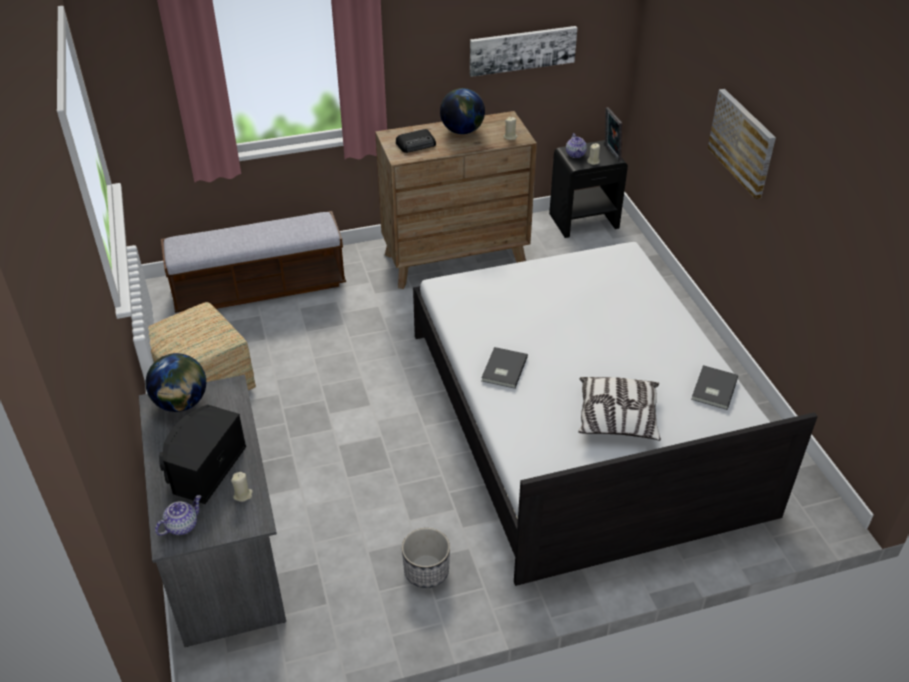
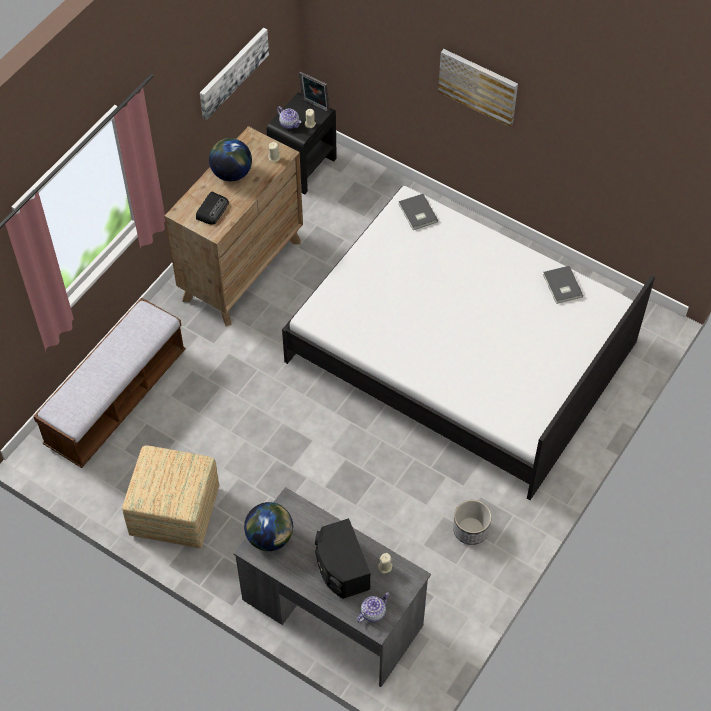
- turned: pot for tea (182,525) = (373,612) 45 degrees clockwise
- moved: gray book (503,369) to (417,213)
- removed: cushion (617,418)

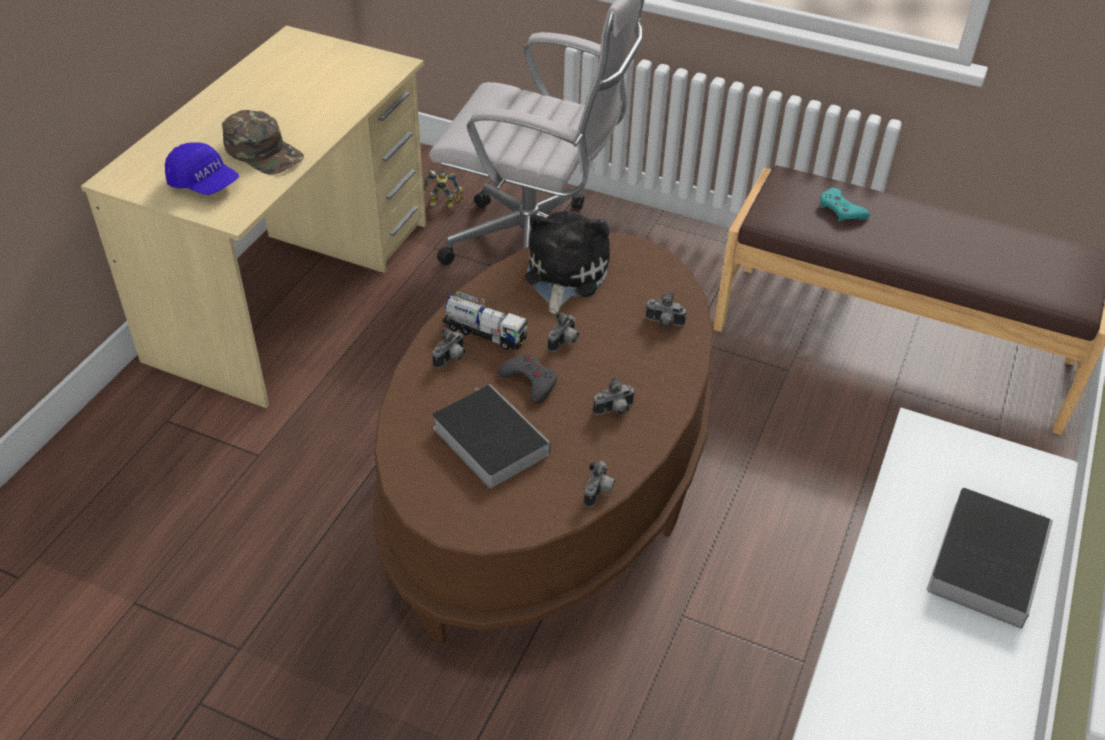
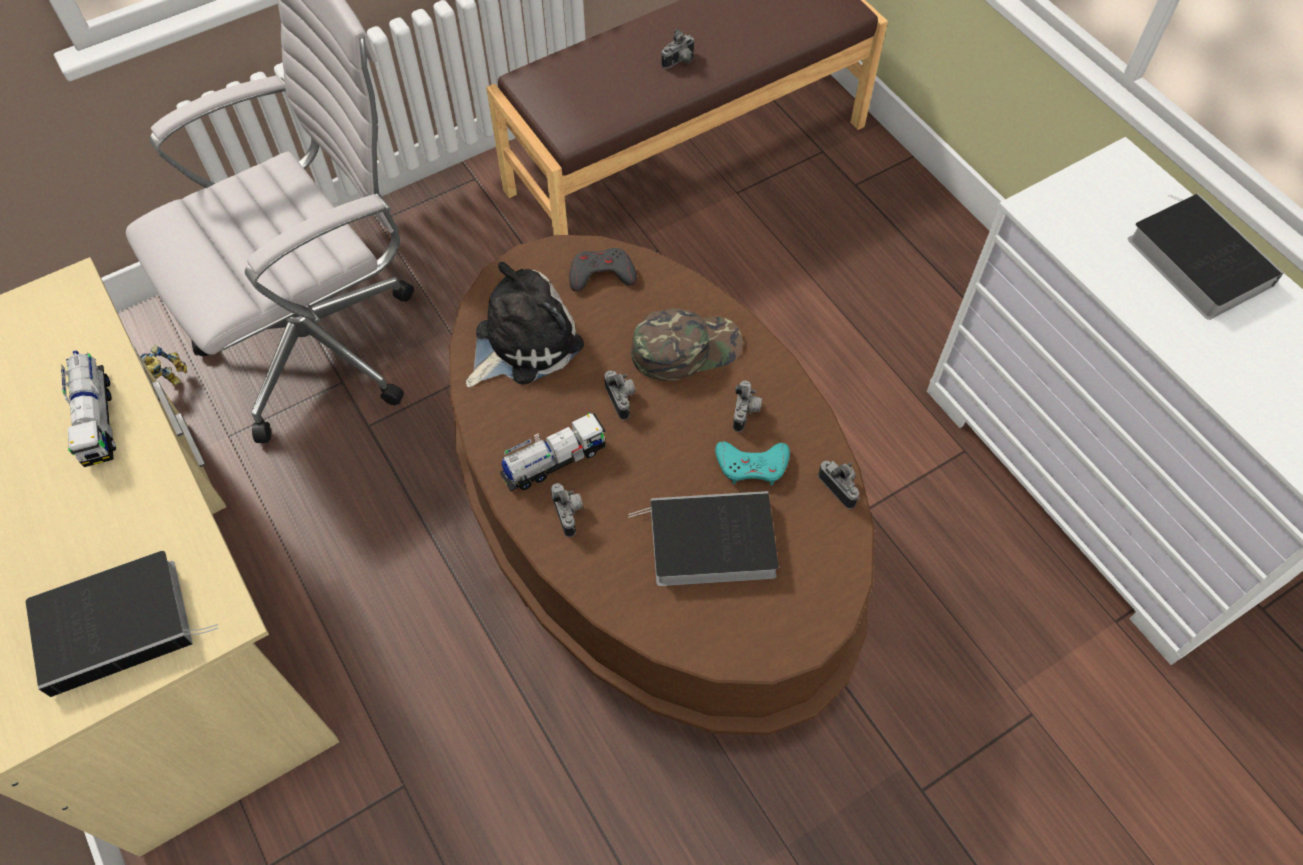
- replaced: bluish peaked cap (204,184) to book (119,623)
- added: model truck (97,419)
- turned: cuddly toy (564,275) = (522,342) 90 degrees clockwise
- moved: gray gamepad (529,381) to (601,274)
- moved: greenish peaked cap (264,152) to (686,348)
- moved: photo camera (664,323) to (680,62)
- moved: turquoise gamepad (841,210) to (752,465)

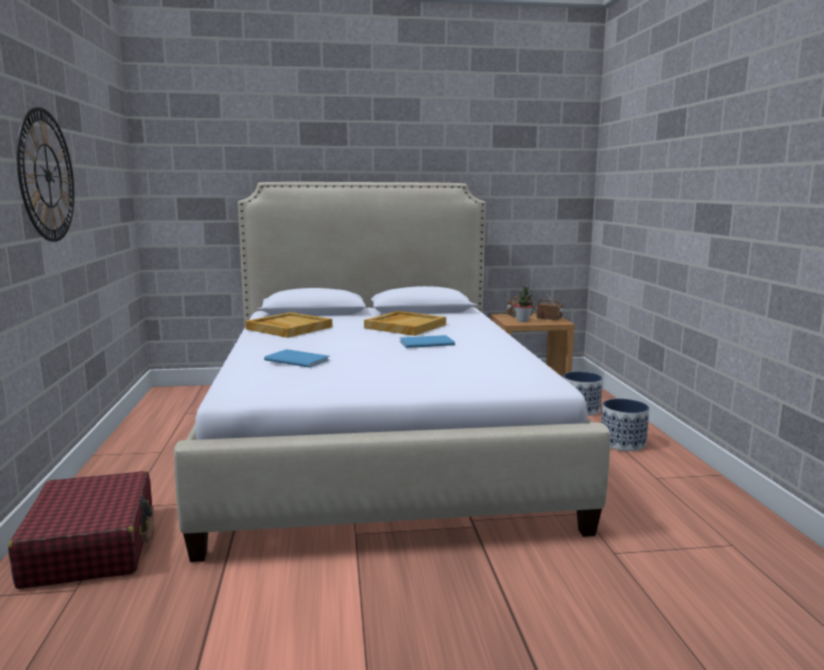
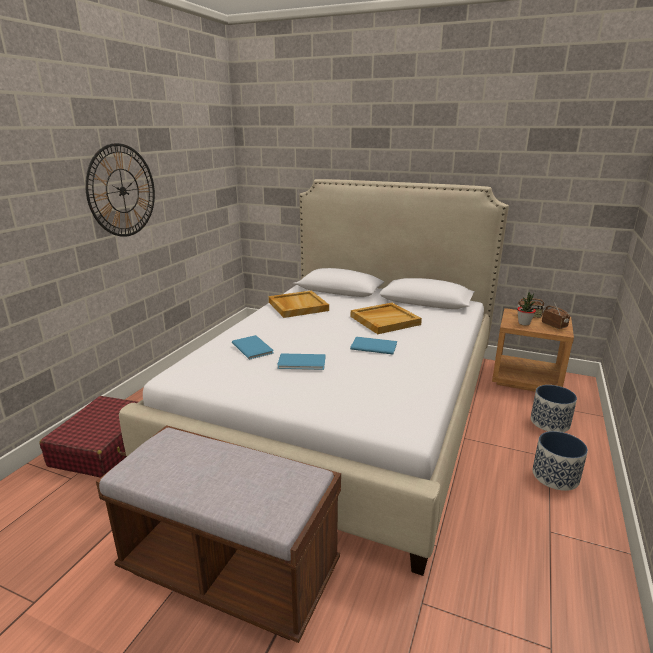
- added: brownish long seat (230,571)
- added: bluish book (303,363)

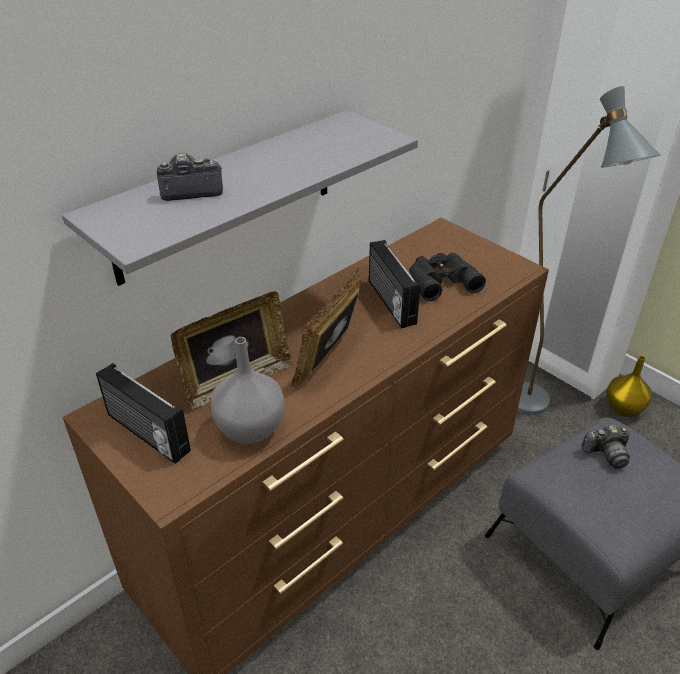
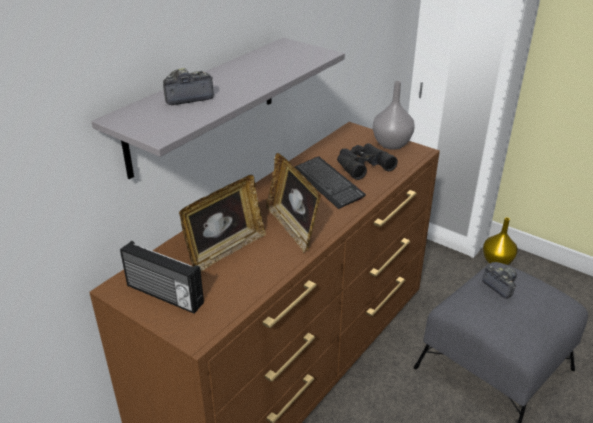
- turned: picture frame (328,359) = (293,228) 45 degrees counterclockwise
- replaced: radio receiver (390,302) to PC keyboard (328,183)
- moved: gray vase (251,428) to (391,144)
- turned: photo camera (606,453) = (500,286) 105 degrees counterclockwise
- removed: gray standard lamp (537,410)

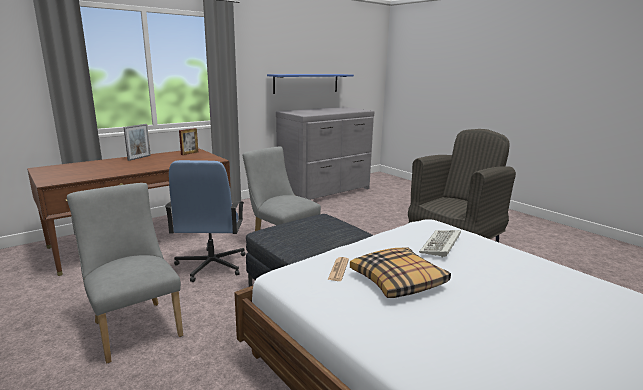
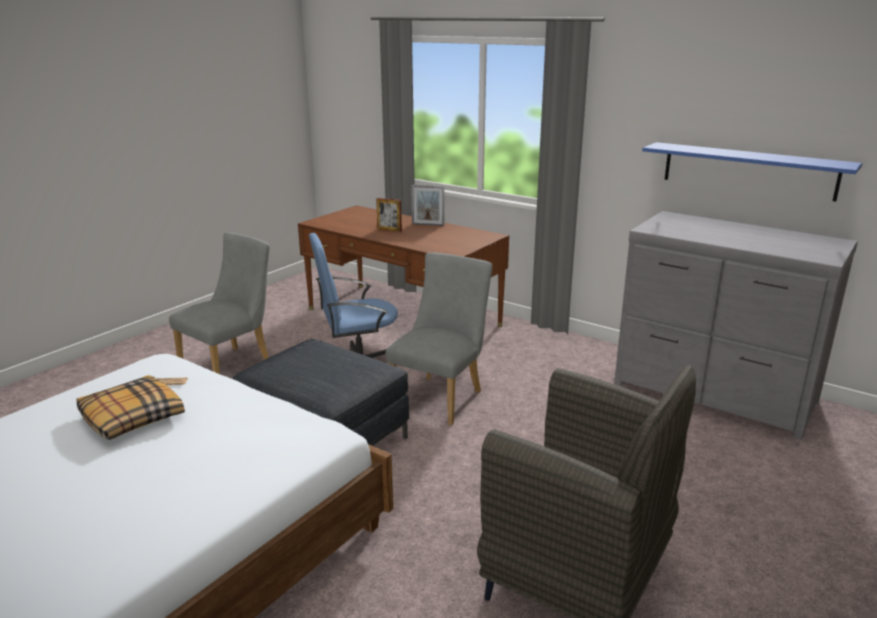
- moved: picture frame (189,153) to (389,230)
- removed: PC keyboard (441,245)

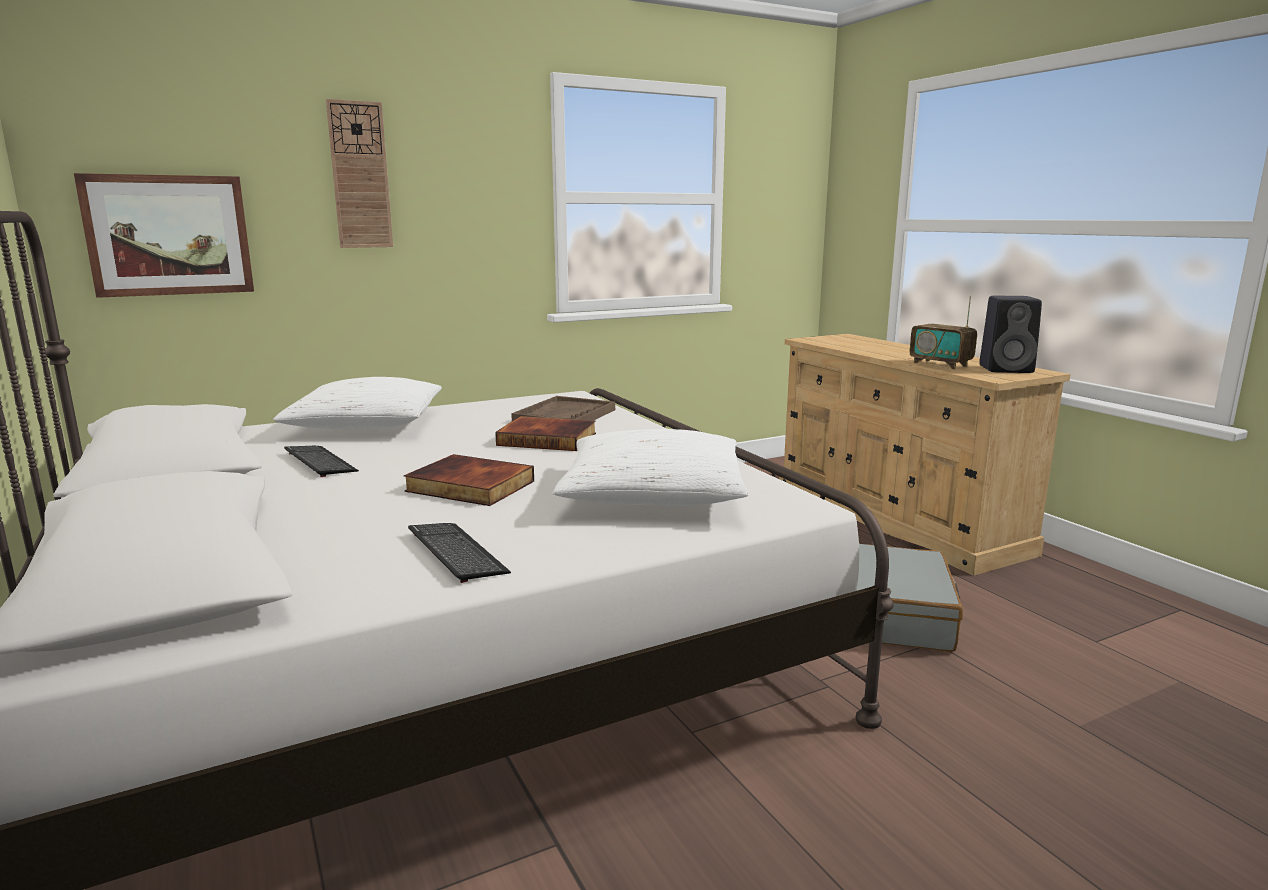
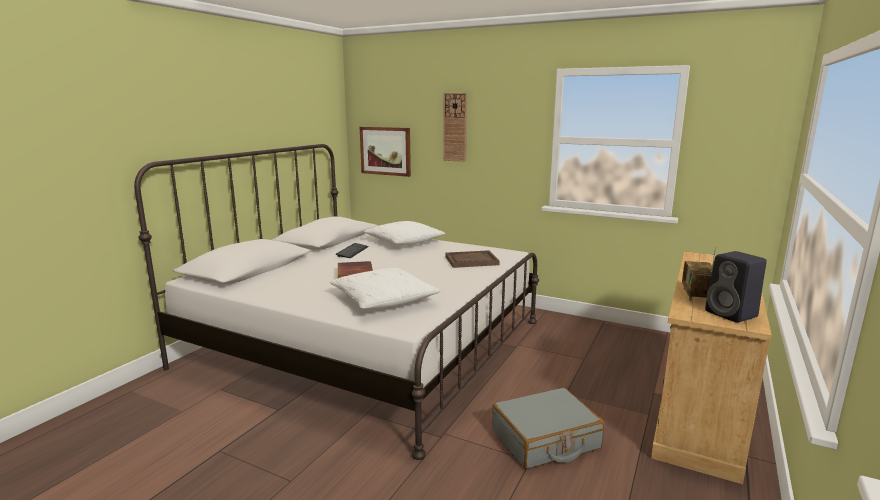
- removed: PC keyboard (456,553)
- removed: book (548,439)

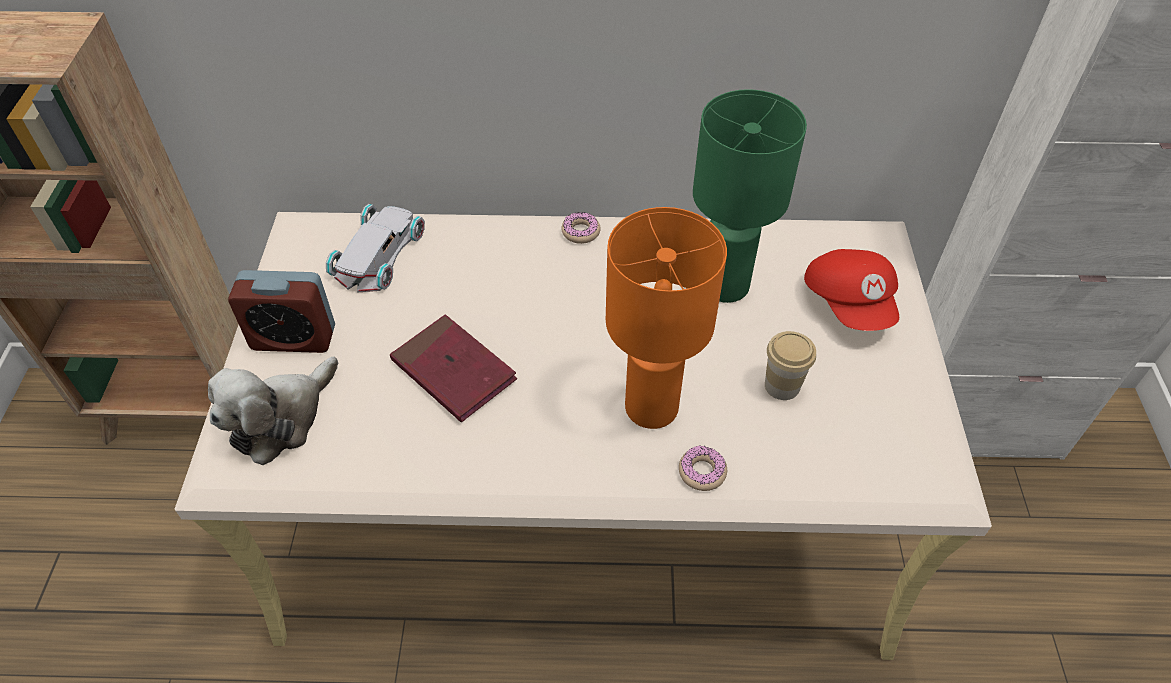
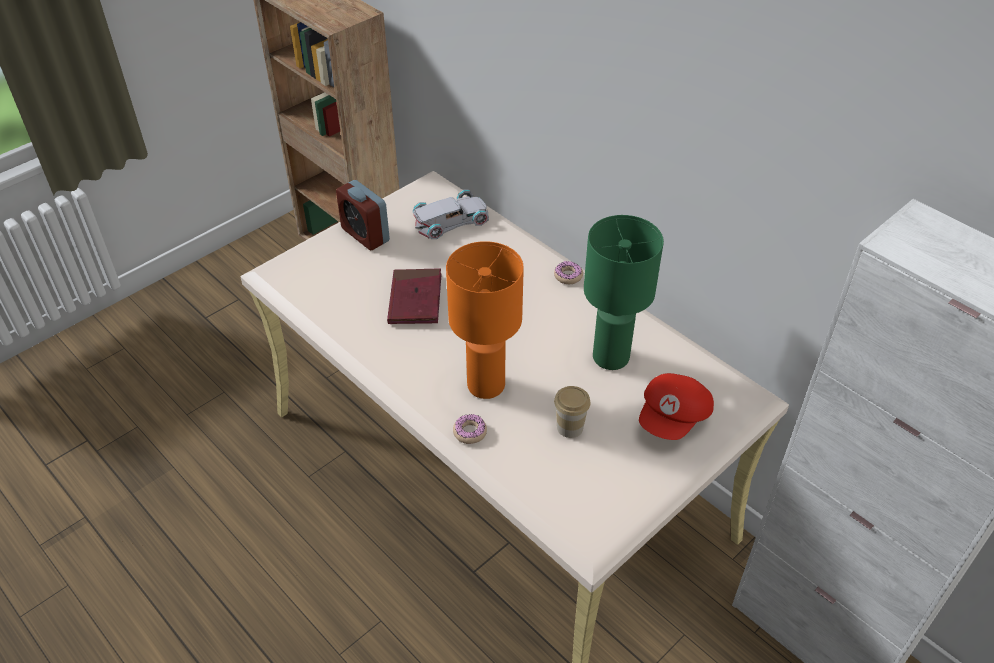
- removed: cuddly toy (281,419)

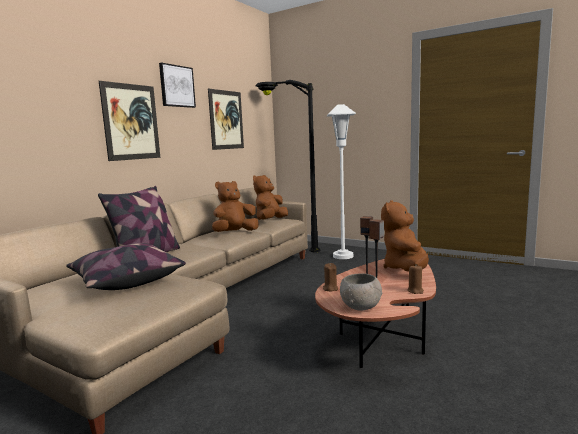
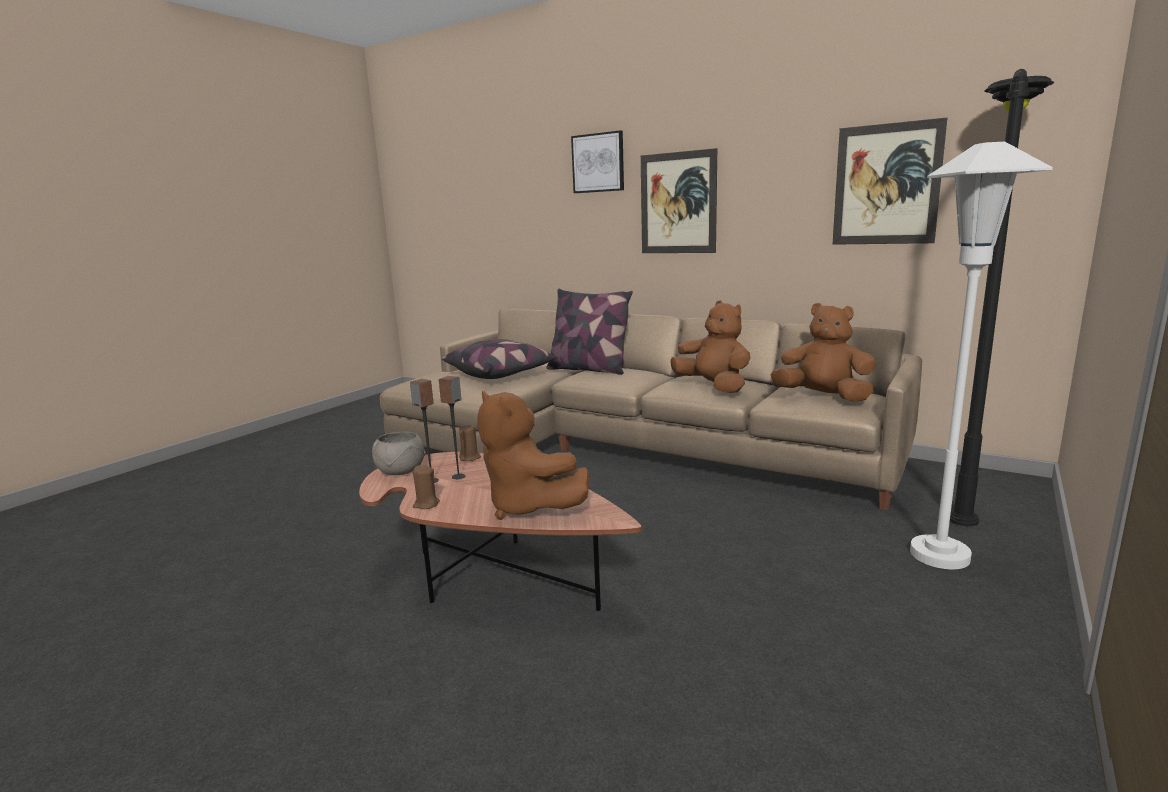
- turned: brownish cuddly toy (405,269) = (528,507) 150 degrees counterclockwise
- moved: wall picture (177,86) to (598,163)

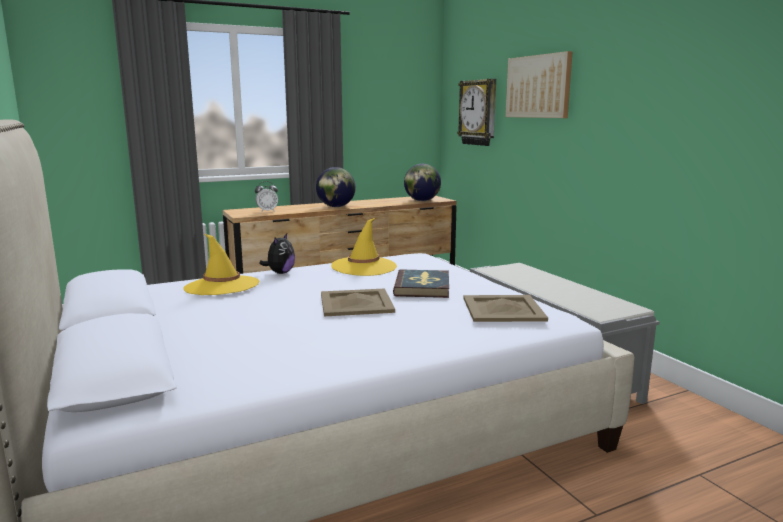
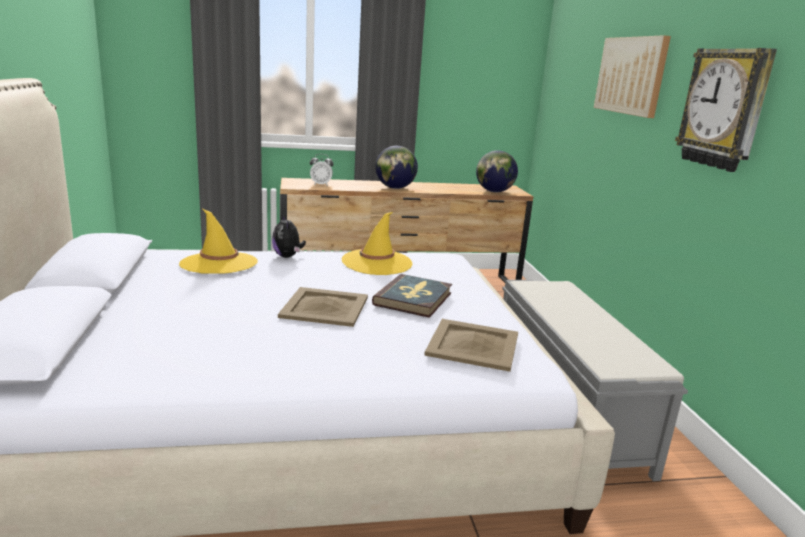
- turned: cuddly toy (280,273) = (288,256) 120 degrees clockwise
- moved: wall clock (478,112) to (724,109)

